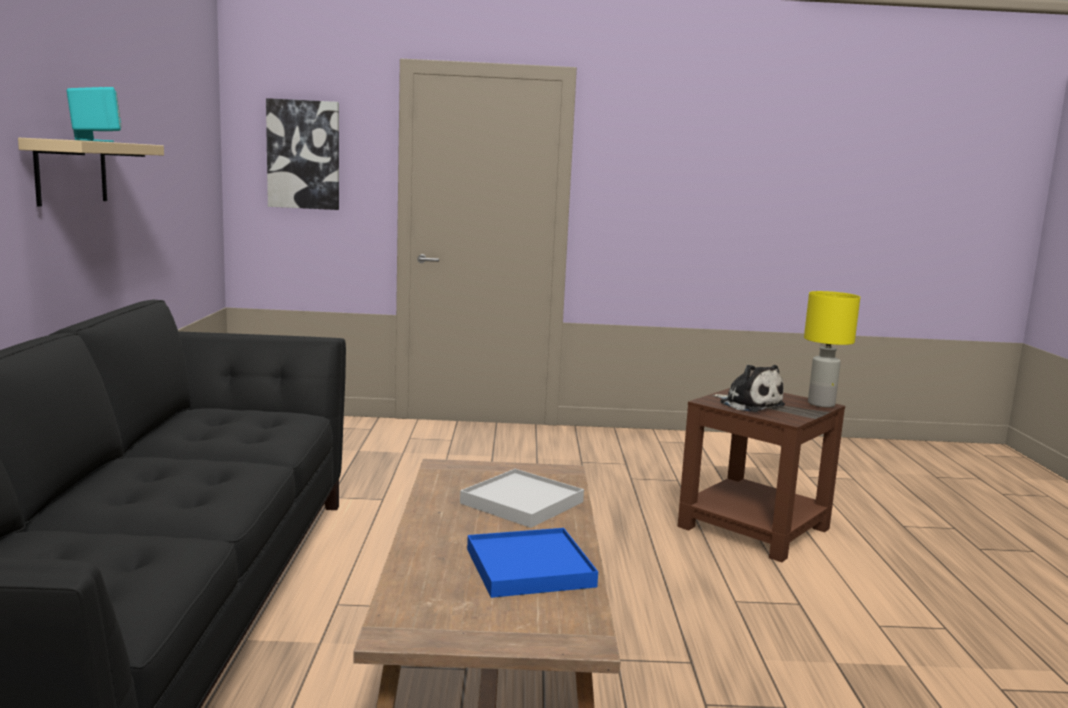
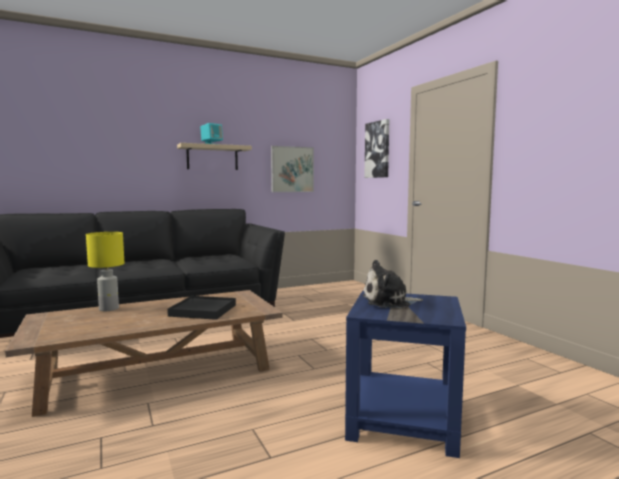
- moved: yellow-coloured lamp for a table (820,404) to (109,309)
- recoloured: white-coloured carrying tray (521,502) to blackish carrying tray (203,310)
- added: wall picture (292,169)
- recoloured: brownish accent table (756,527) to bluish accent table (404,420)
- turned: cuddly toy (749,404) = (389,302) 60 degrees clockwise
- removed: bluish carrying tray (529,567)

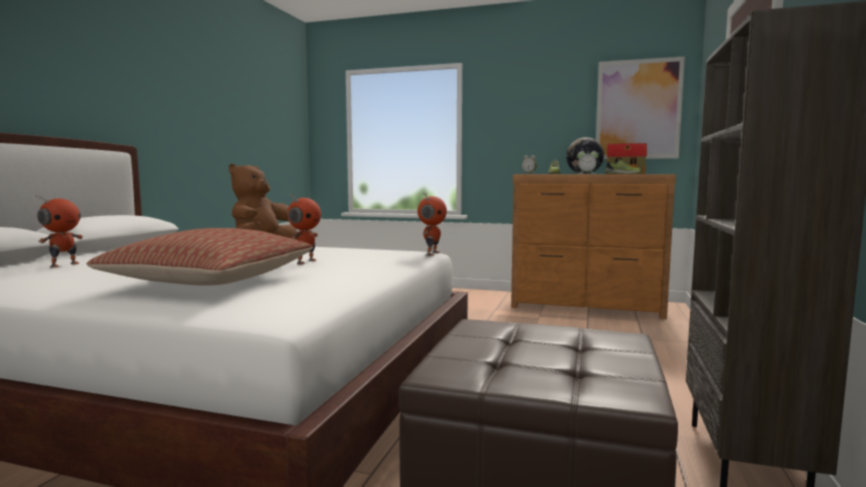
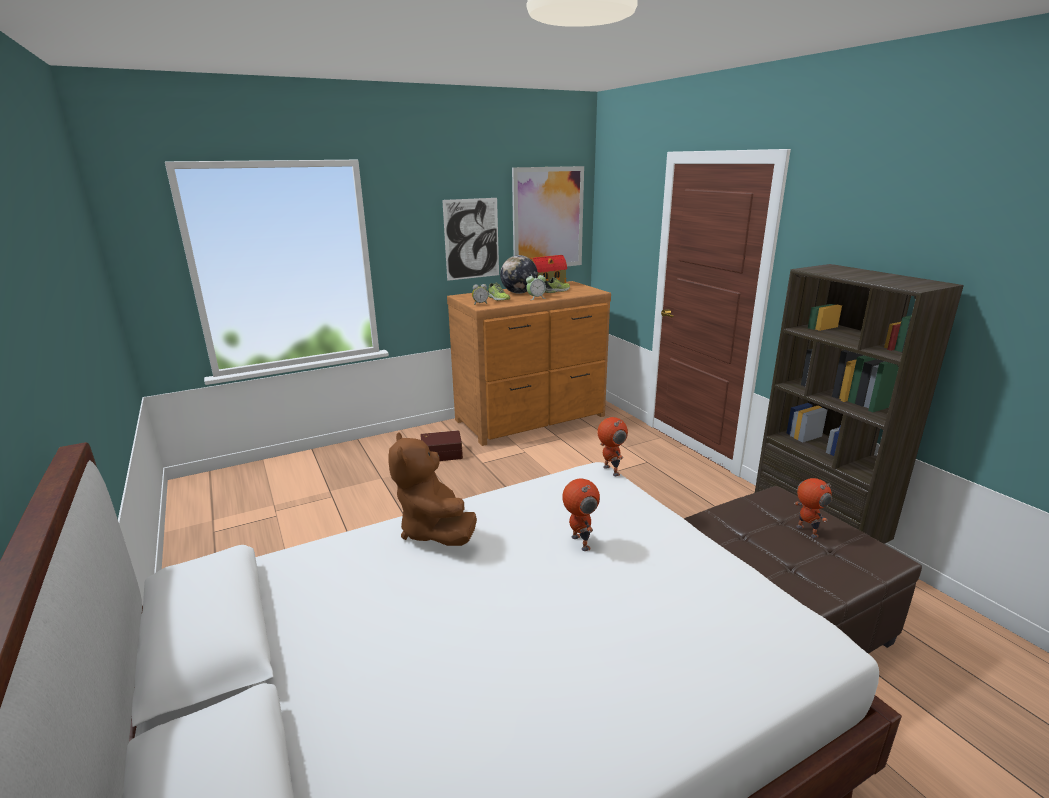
- added: brownish storage box (441,453)
- added: wall picture (472,239)
- moved: robot figure (64,265) to (806,531)
- removed: cushion (211,281)

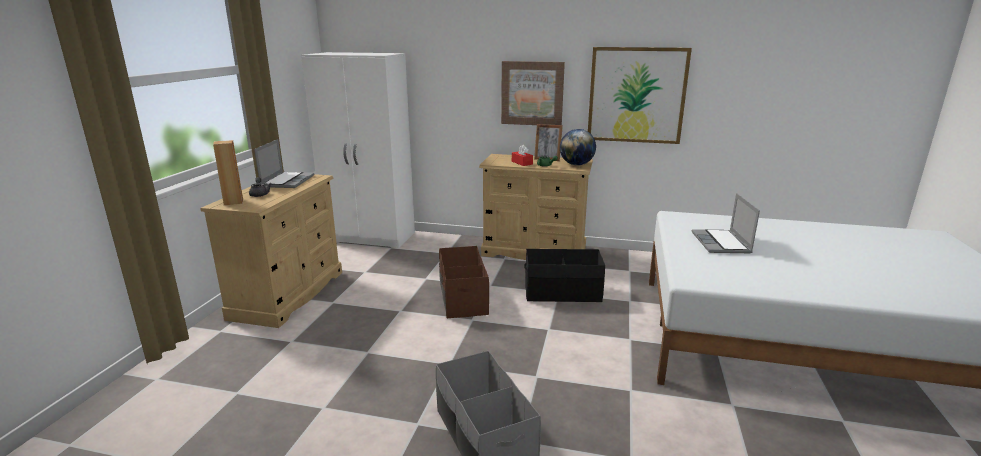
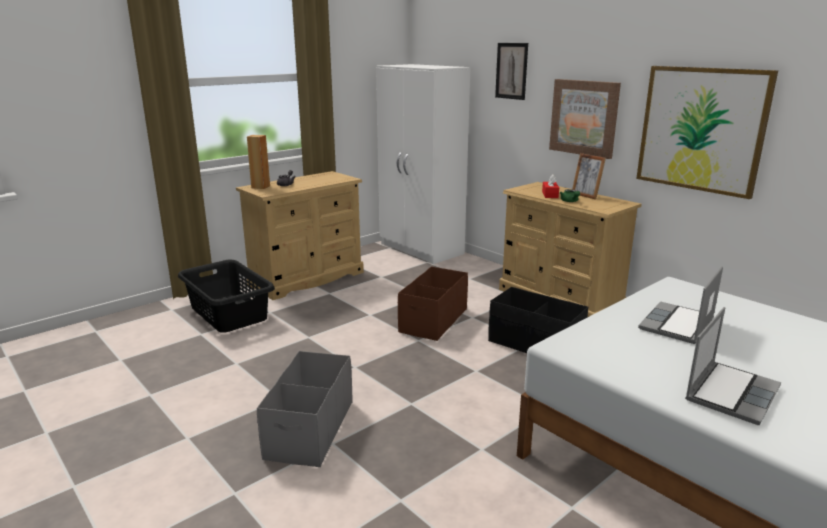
- added: blackish laundry basket (229,313)
- added: wall picture (511,71)
- moved: notebook computer (287,181) to (731,393)
- removed: world globe (576,165)

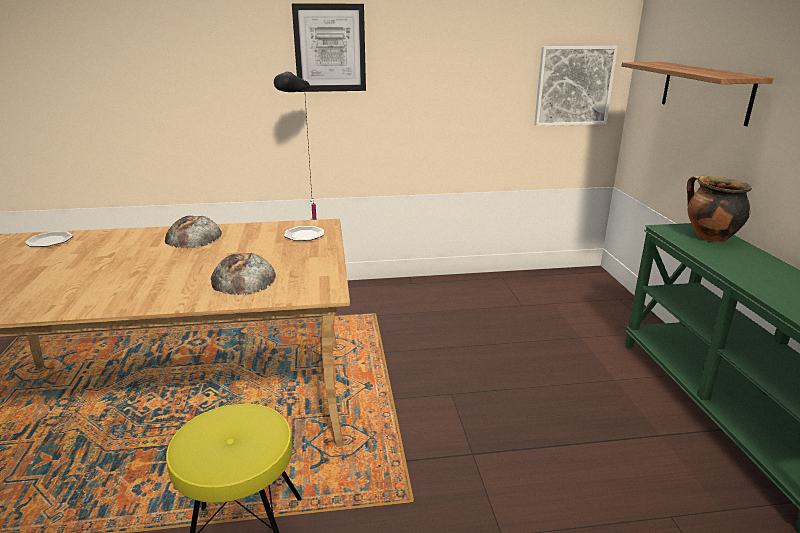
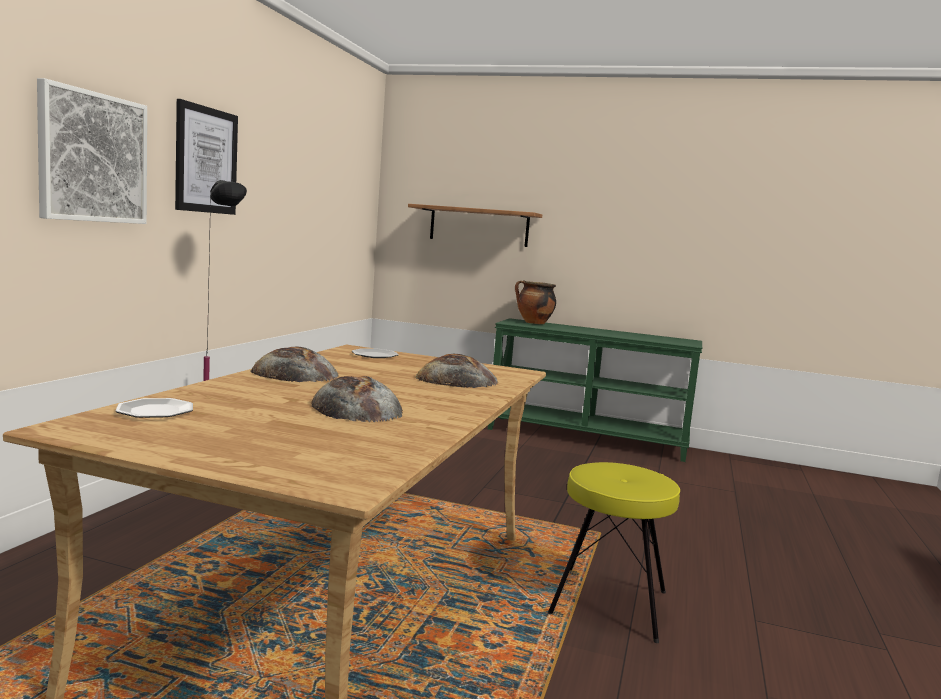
- moved: wall picture (573,86) to (93,157)
- added: bread (356,408)

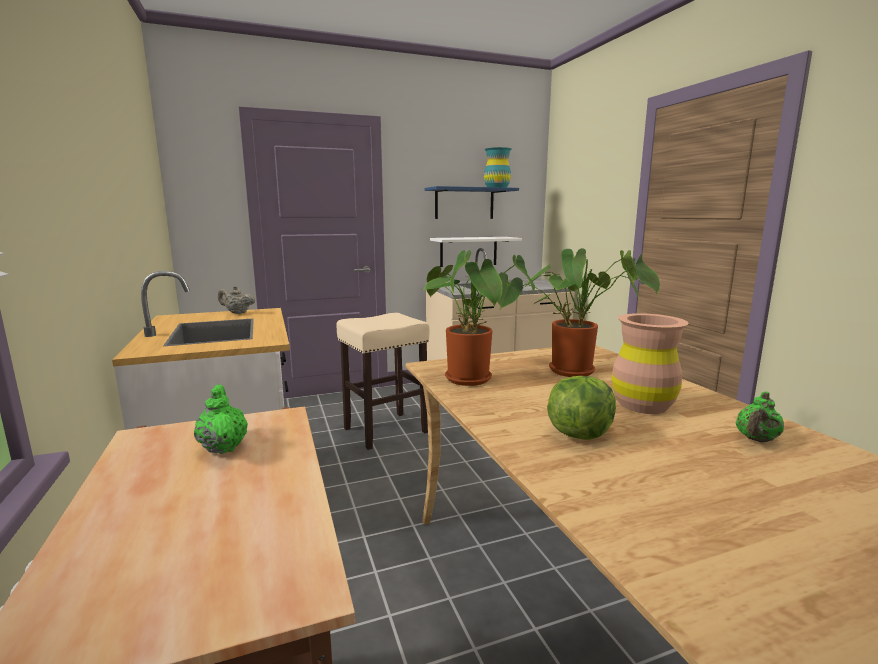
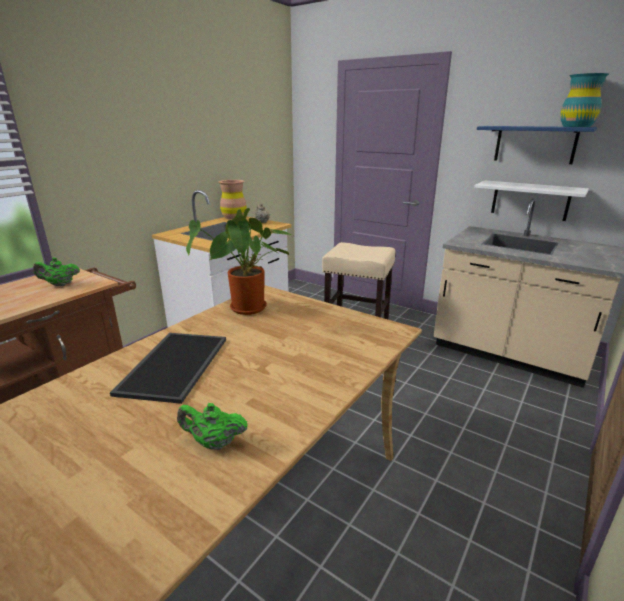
- turned: greenish pot for tea (223,447) = (60,284) 135 degrees counterclockwise
- replaced: head of lettuce (579,433) to carrying tray (173,364)
- moved: brownish vase (643,405) to (234,217)
- removed: plant in a pot (576,371)

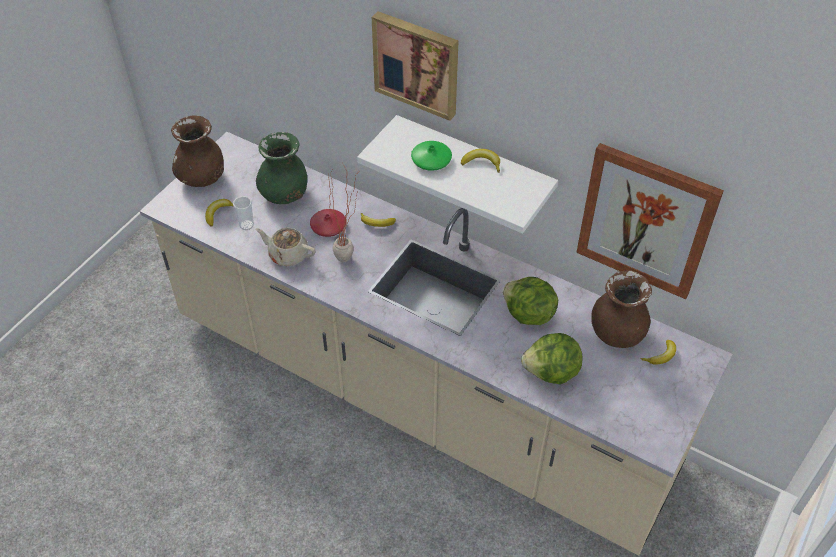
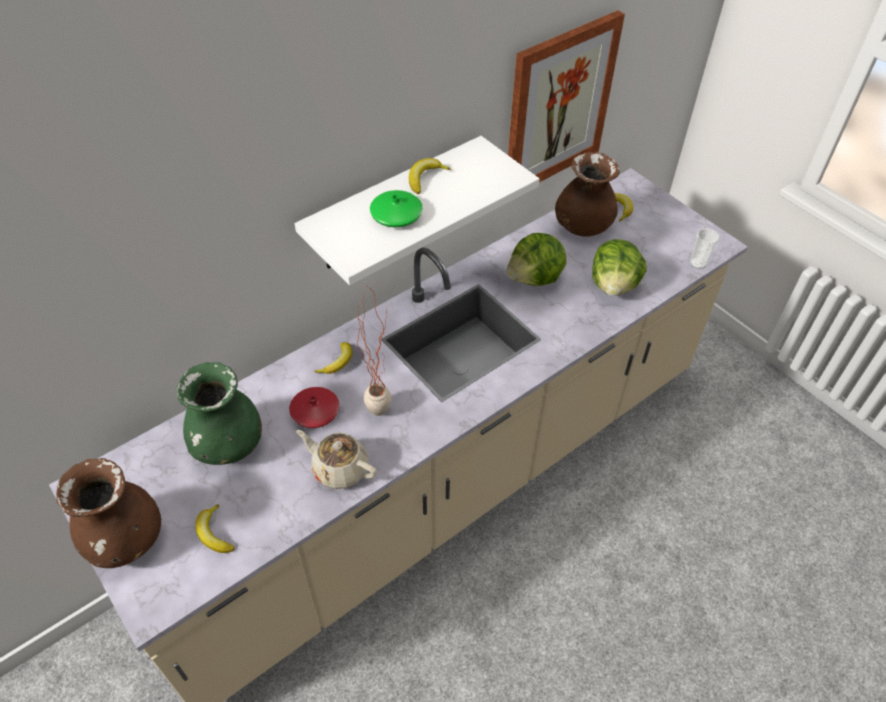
- turned: sand-coloured pot for tea (288,254) = (339,468) 75 degrees clockwise
- moved: cup (246,225) to (698,263)
- removed: wall picture (417,63)

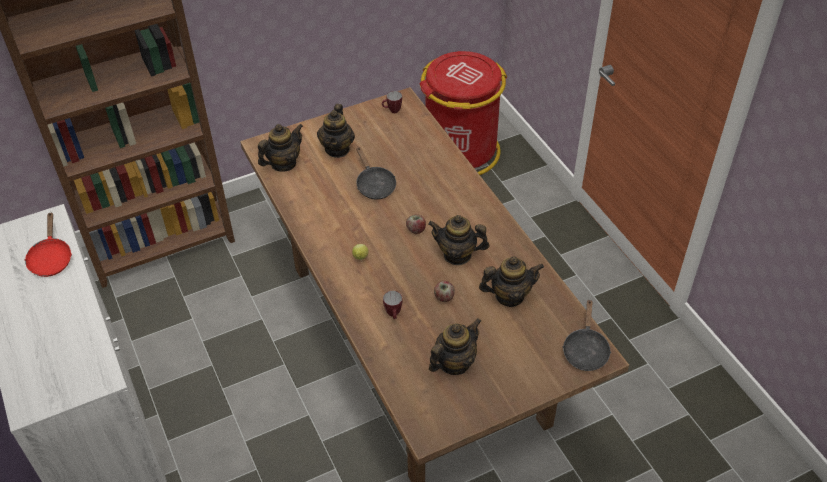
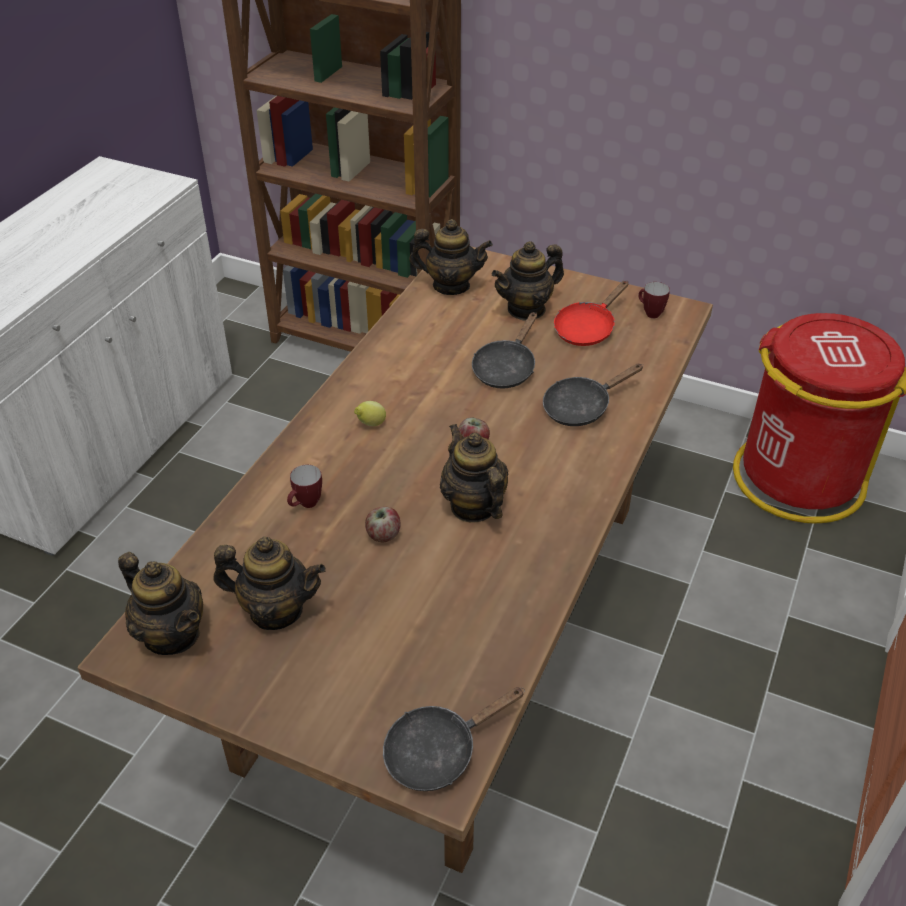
- moved: pot for tea (509,296) to (172,634)
- added: blackish frying pan (581,407)
- moved: reddish frying pan (51,258) to (587,328)

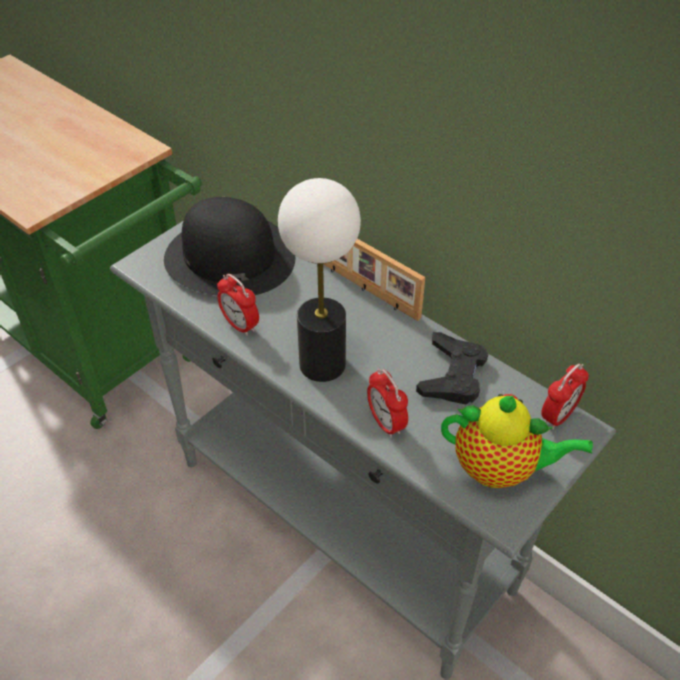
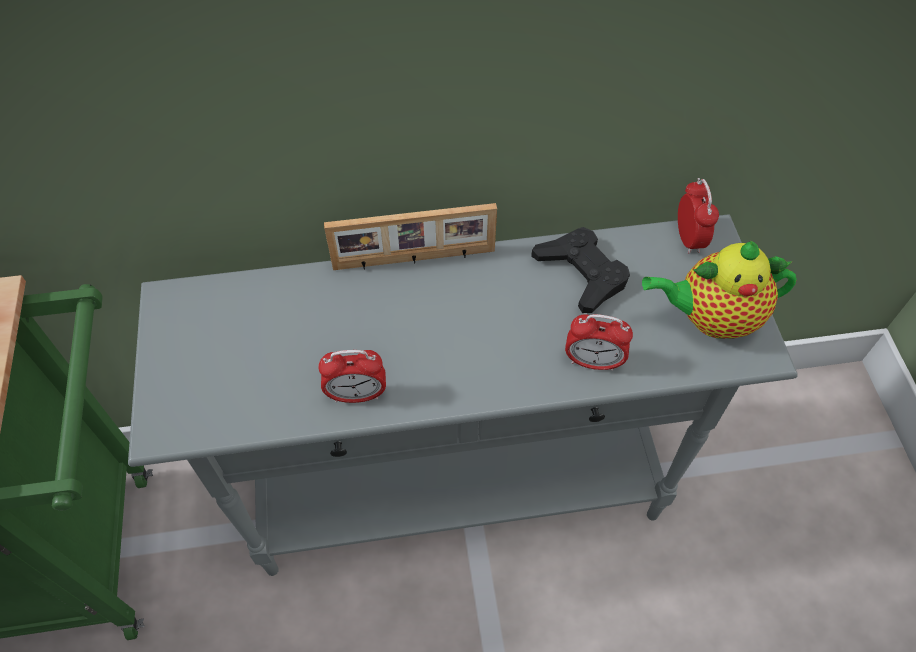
- turned: pot for tea (500,469) = (710,318) 150 degrees counterclockwise
- removed: blackish clothing hat (229,257)
- removed: lamp for a table (322,364)

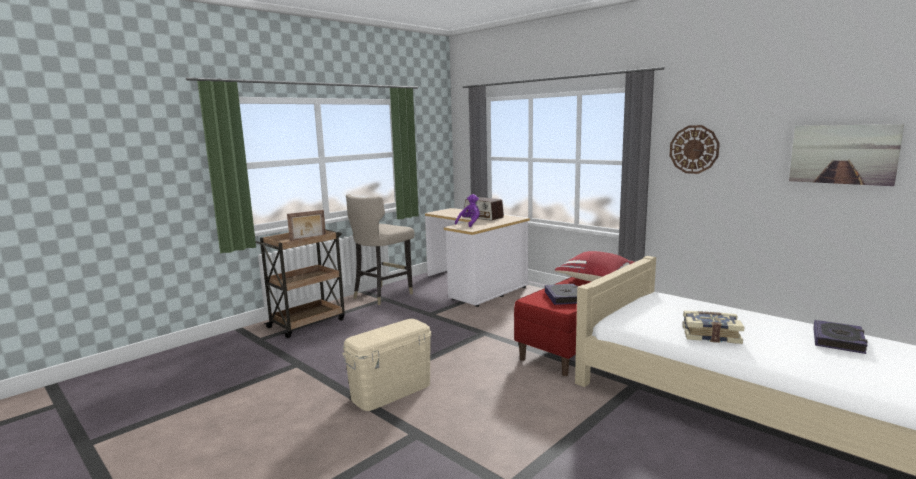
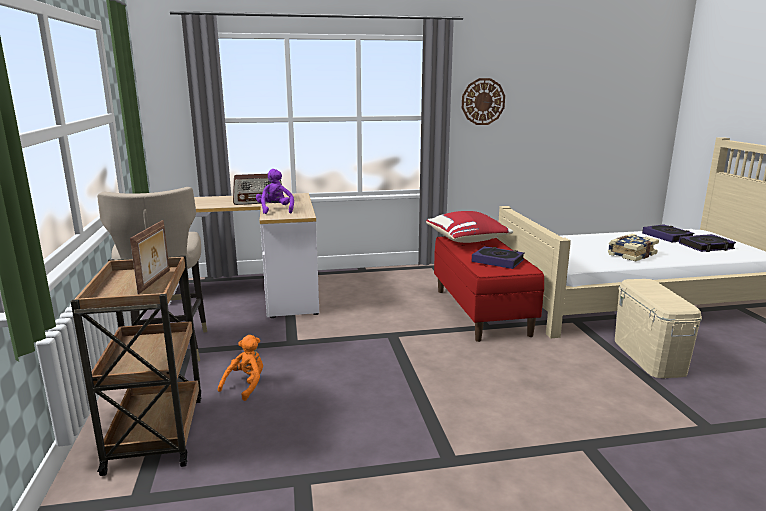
- added: orange-coloured cuddly toy (246,385)
- moved: sand-coloured storage box (391,391) to (649,356)
- added: book (706,246)
- removed: wall picture (842,154)

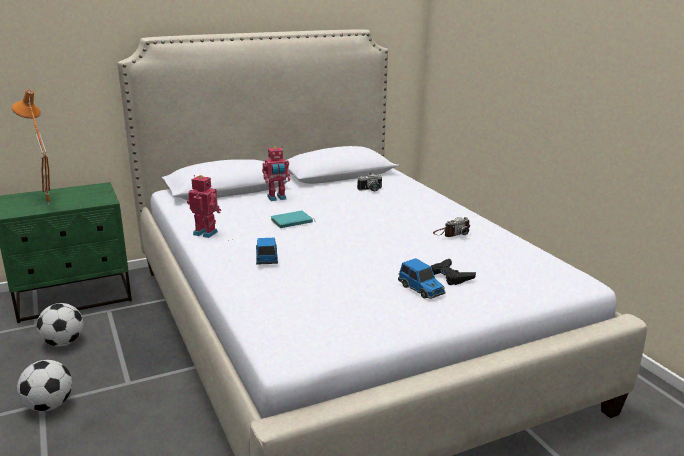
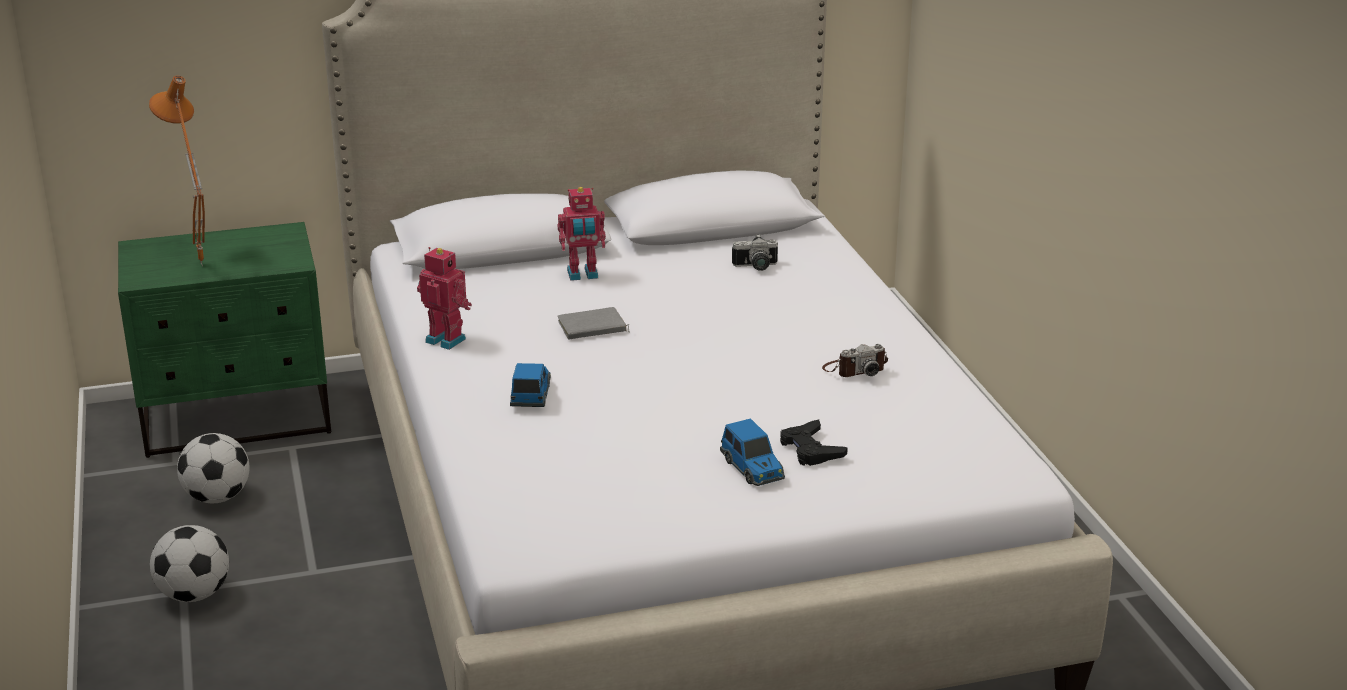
- recoloured: turquoise book (292,222) to gray book (592,328)

